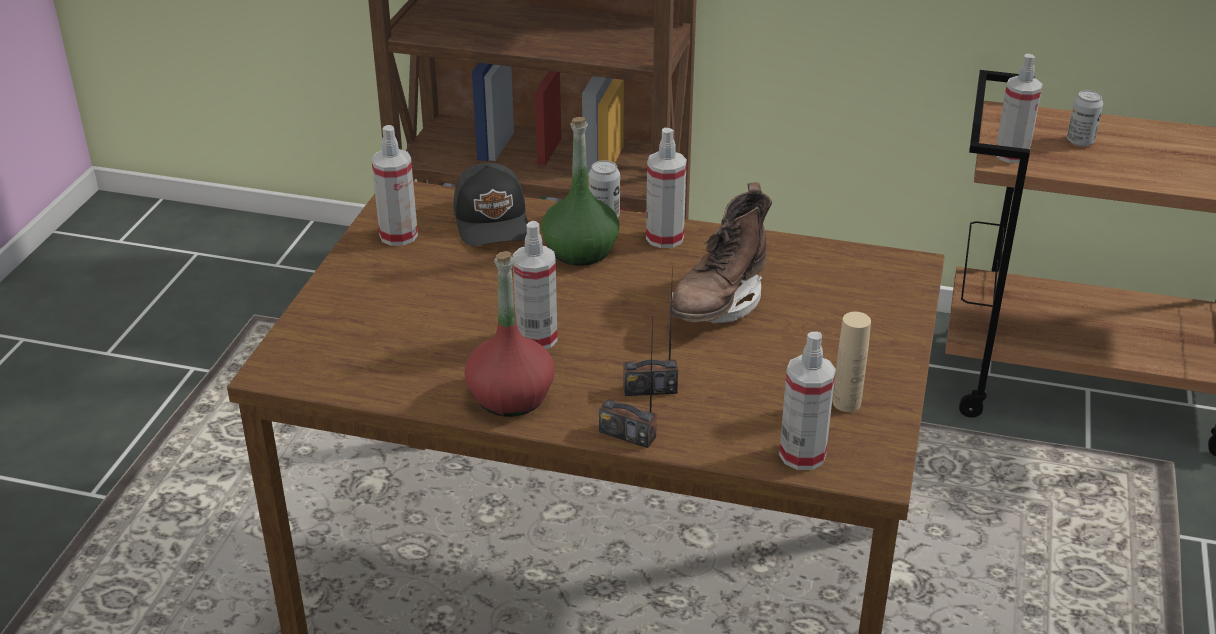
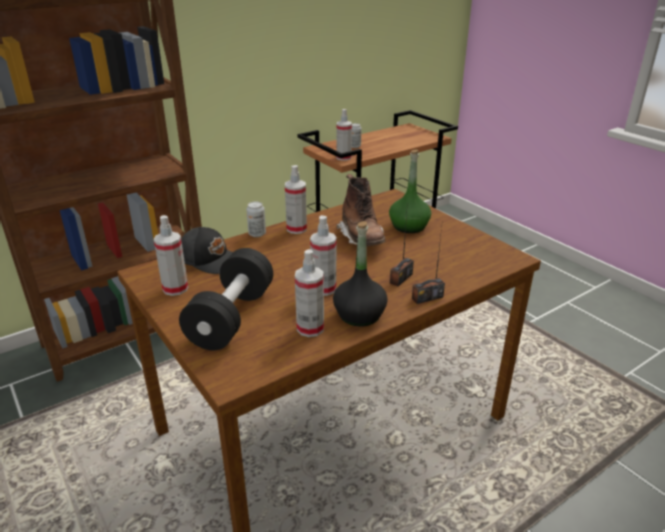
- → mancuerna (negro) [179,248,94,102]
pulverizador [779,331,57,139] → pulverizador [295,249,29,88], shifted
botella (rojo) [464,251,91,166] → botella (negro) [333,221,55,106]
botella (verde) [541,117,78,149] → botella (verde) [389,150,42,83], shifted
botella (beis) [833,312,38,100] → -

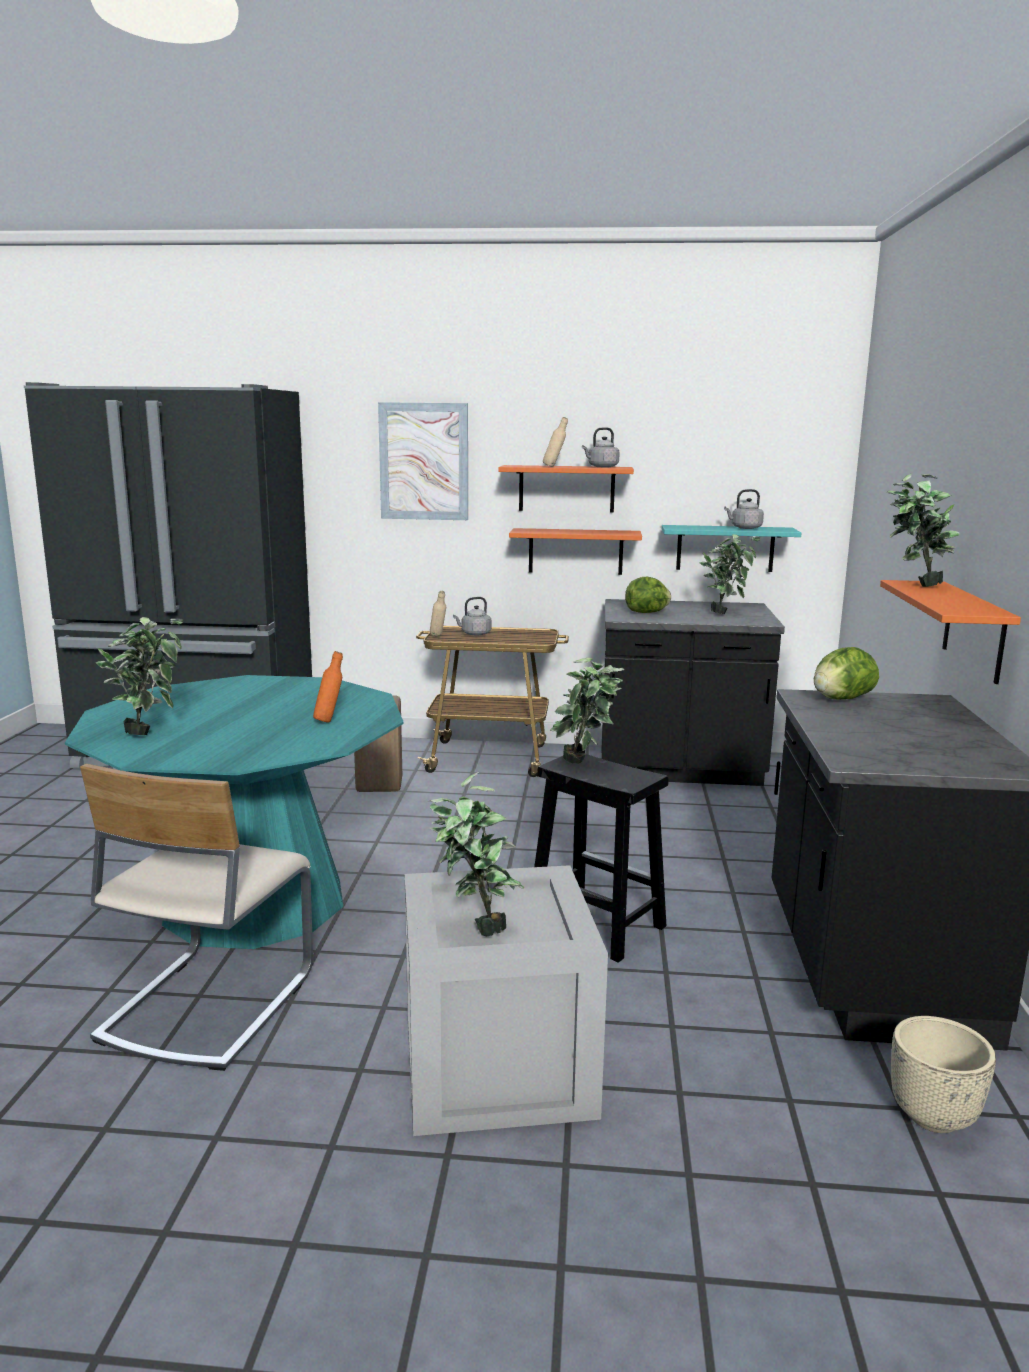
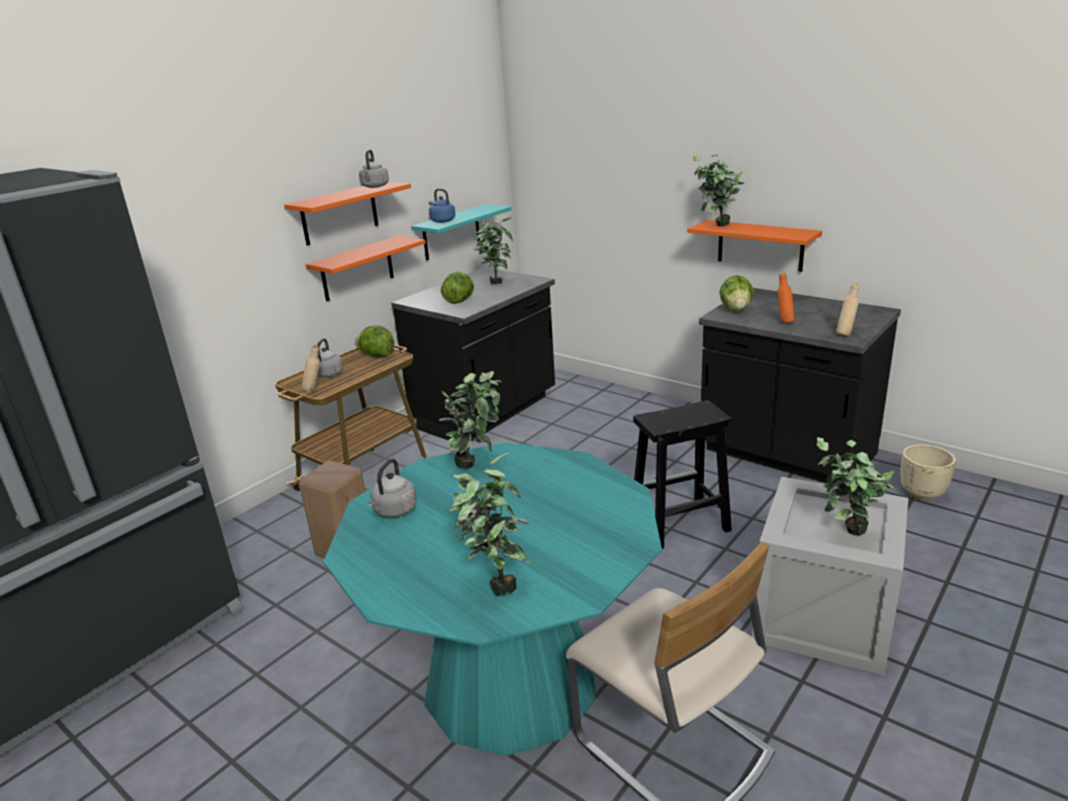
- → lechuga [355,325,39,32]
hervidor (gris) [724,489,40,40] → hervidor (gris) [368,459,49,59], shifted
- → hervidor (azul) [429,189,26,34]
planta en maceta [550,657,74,107] → planta en maceta [439,371,63,98], shifted
botella (naranja) [313,651,30,72] → botella (naranja) [777,273,18,50], shifted
botella (beis) [543,417,25,50] → botella (beis) [836,283,23,53], shifted
cuadro [378,402,90,118] → -

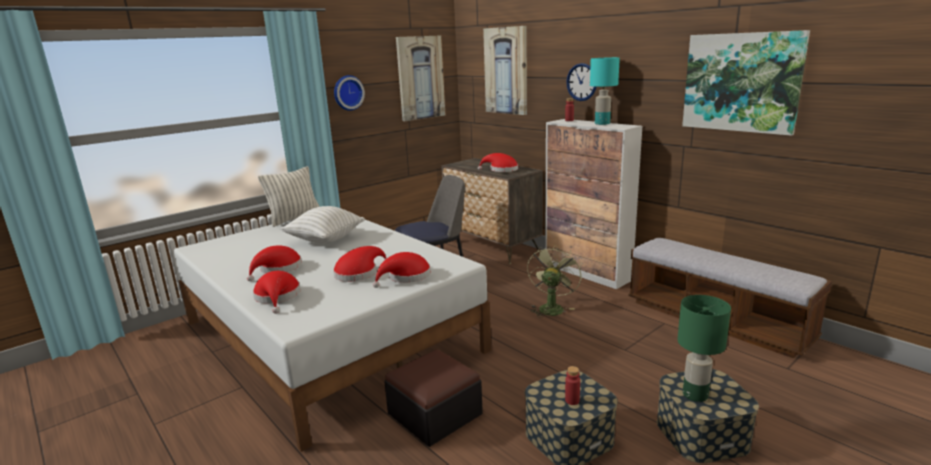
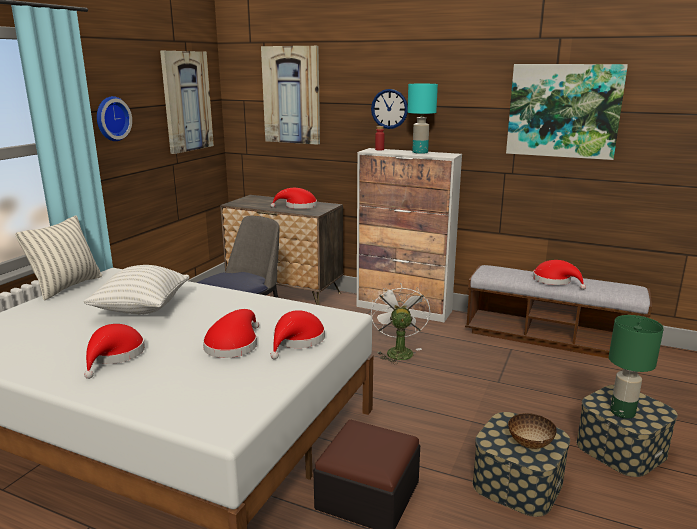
ventilador (verde) [527,245,55,73] → ventilador (blanco) [371,283,59,81]
botella (rojo) [565,366,15,39] → cuenco [508,413,49,36]
sombrero (rojo) [253,271,48,43] → sombrero (rojo) [533,260,53,30], shifted

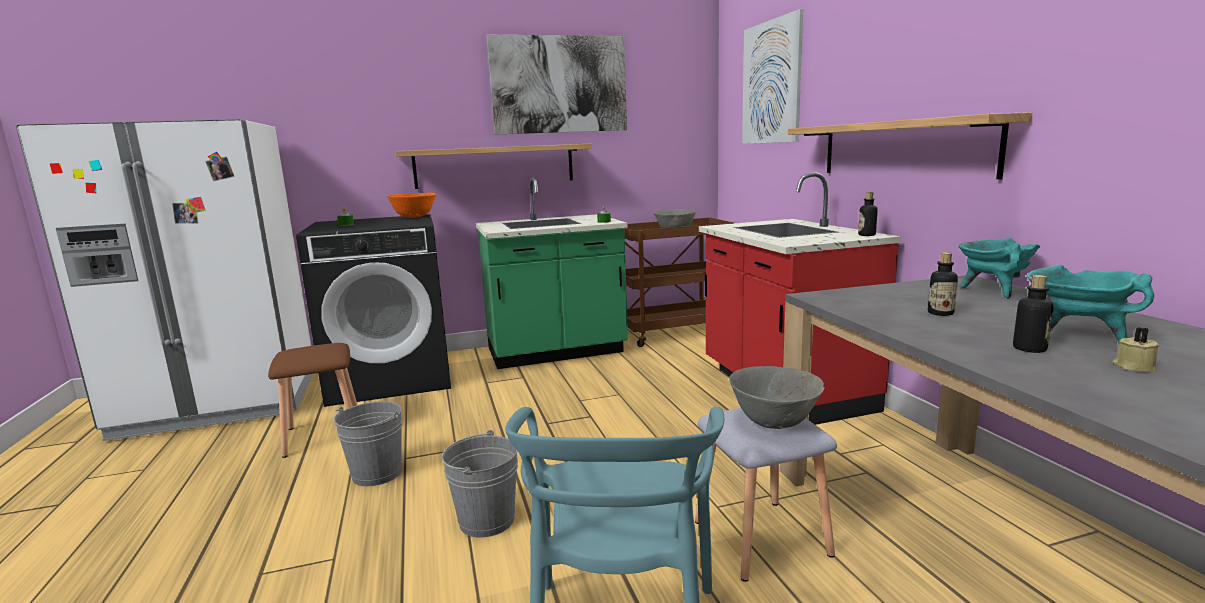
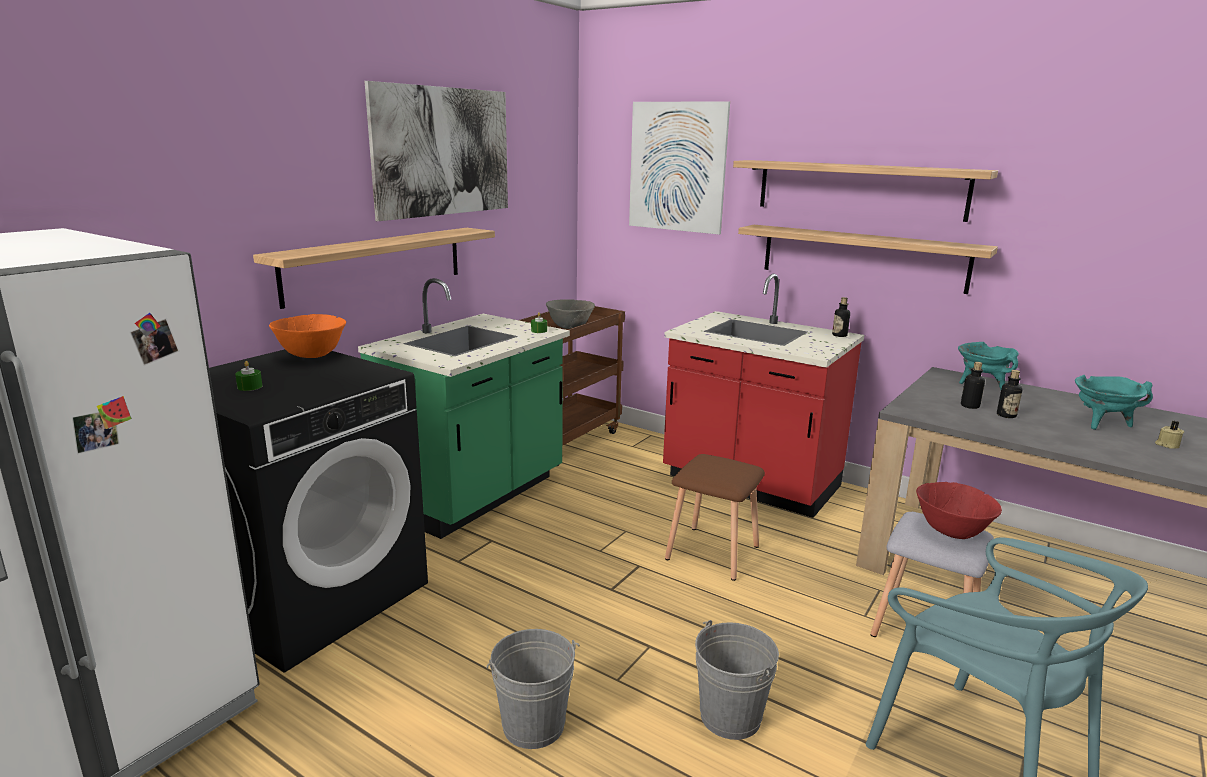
taburete (marrón) [268,343,89,115] → taburete (marrón) [665,454,100,127], shifted
- → estante [733,160,265,62]
cuenco (gris) [729,366,96,63] → cuenco (rojo) [916,482,86,57]
botella [1013,275,41,78] → botella [961,362,24,47], shifted

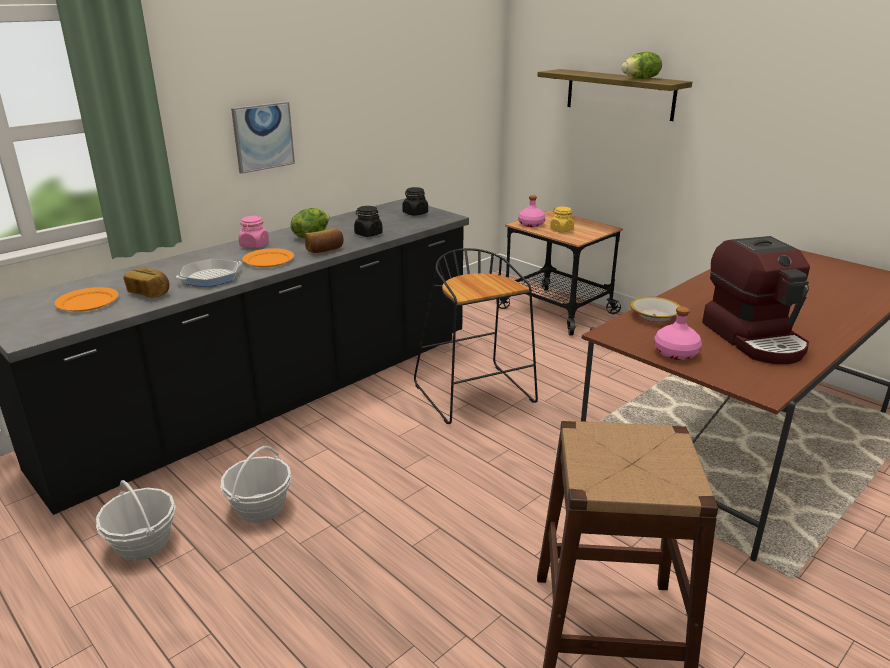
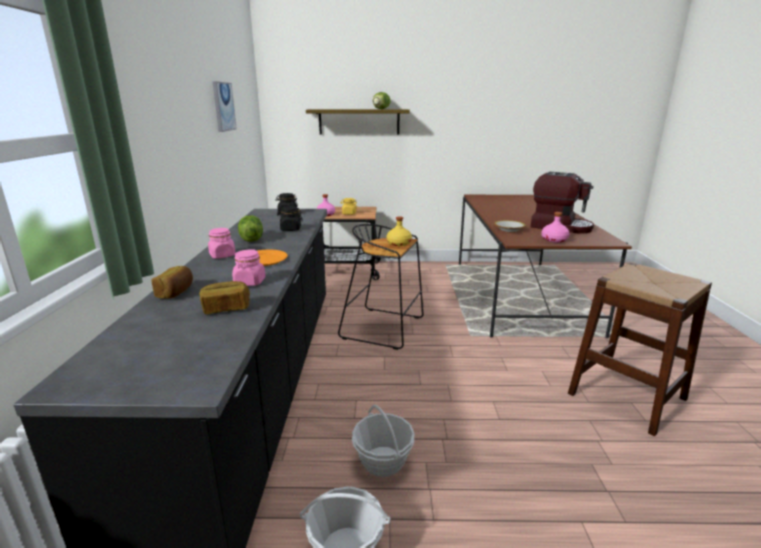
pan [305,228,39,25] → pan [152,266,41,33], shifted
cuadro [231,101,64,73] → cuadro [212,81,25,51], shifted
sartén [176,259,66,28] → tarro (rosa) [232,249,34,37]
- → botella (amarillo) [387,216,25,30]
plato (naranja) [55,287,64,25] → -

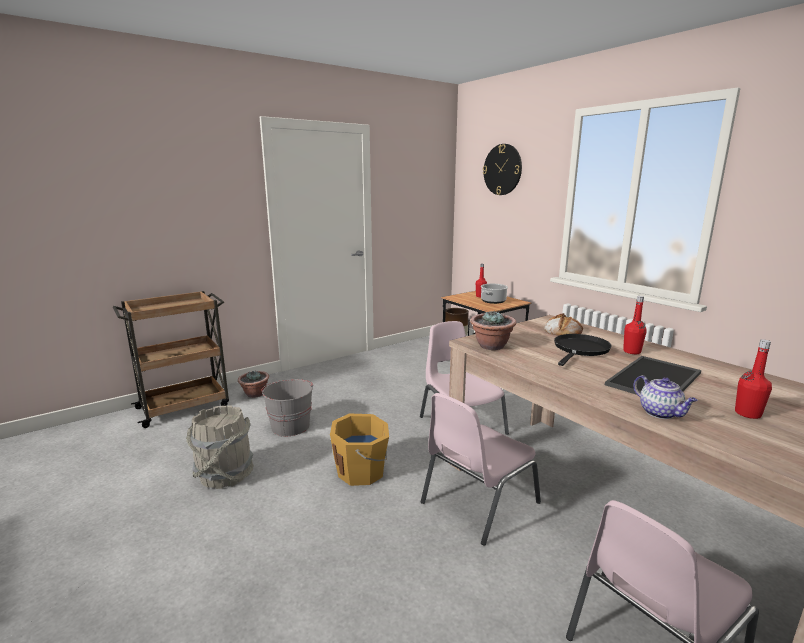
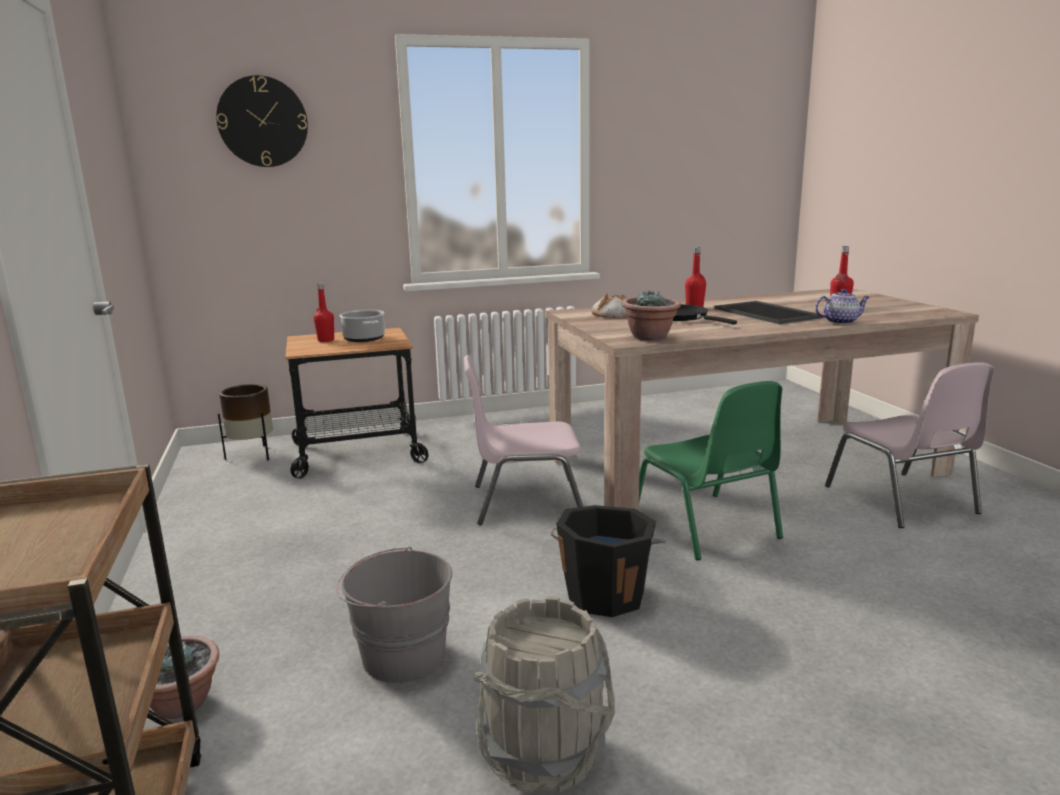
cubo (naranja) [330,414,59,72] → cubo (negro) [551,505,115,112]
silla (rosa) [421,393,120,153] → silla (verde) [639,381,144,179]

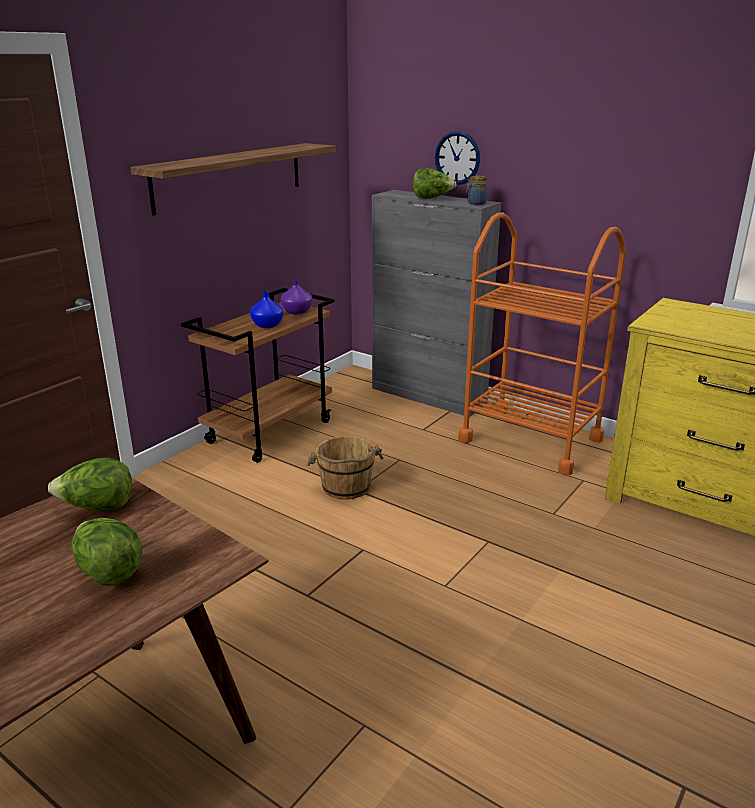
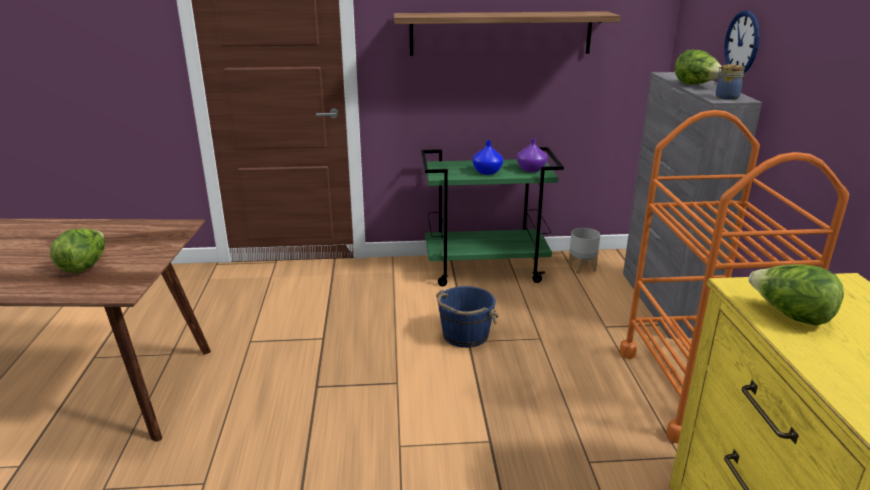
carrito (marrón) [181,288,154,175] → carrito (verde) [421,147,143,139]
cubo (marrón) [307,436,77,63] → cubo (azul) [436,286,63,62]
- → maceta (gris) [568,228,32,46]
lechuga [48,458,84,53] → lechuga [748,264,96,62], shifted

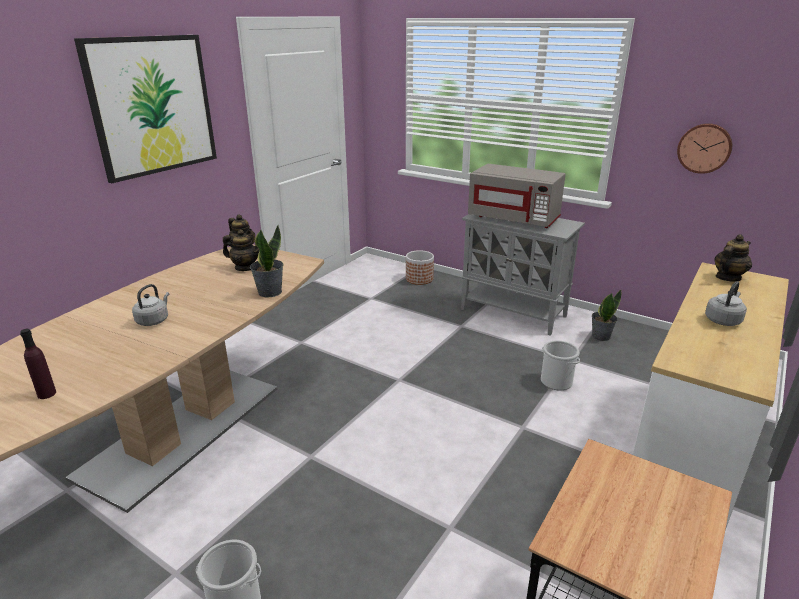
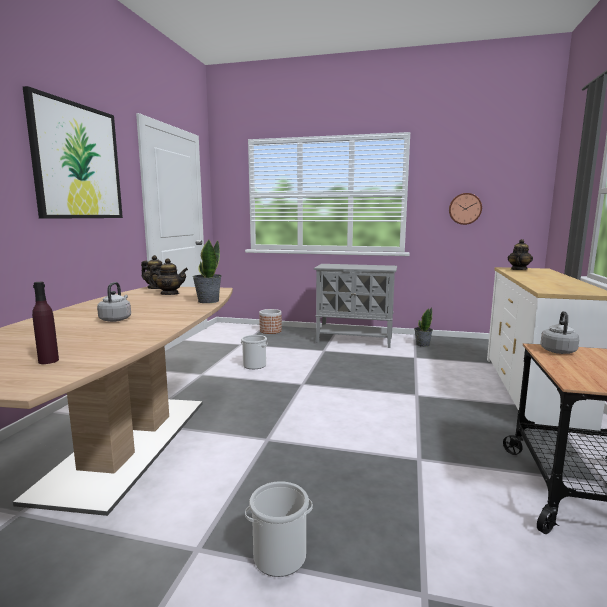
cubo [541,340,39,50] → cubo [241,335,27,34], shifted
hervidor (gris) [705,281,42,45] → hervidor (gris) [540,311,39,43], shifted
microondas (gris) [468,164,98,64] → -

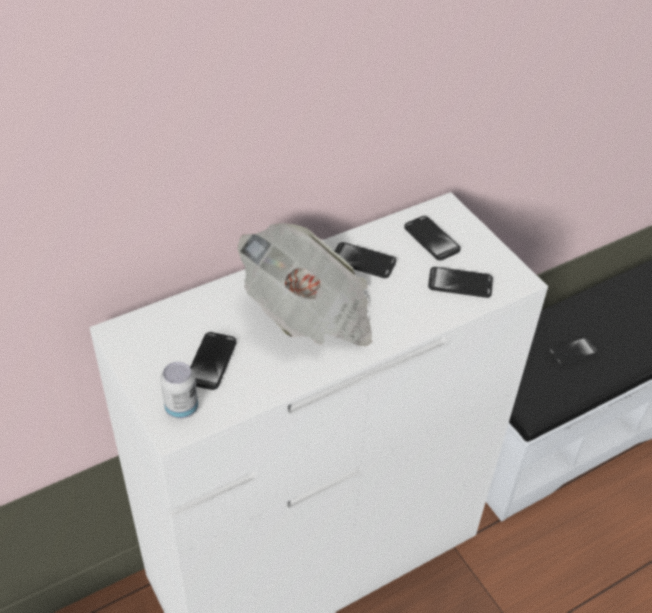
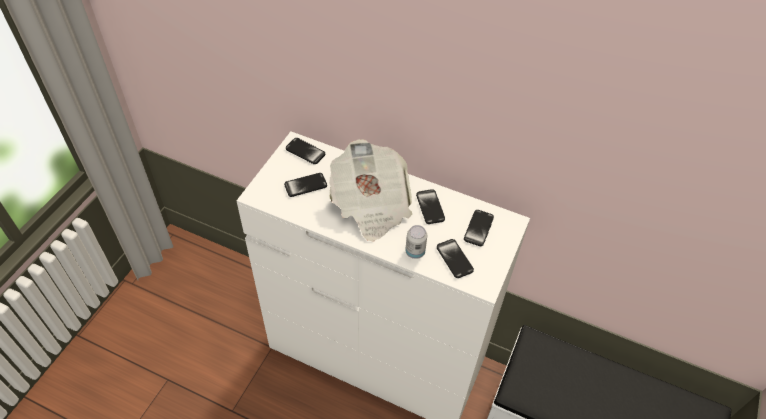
móvil [548,337,50,29] → móvil [286,138,39,26], shifted
lata [160,362,38,57] → lata [405,225,22,34], shifted

